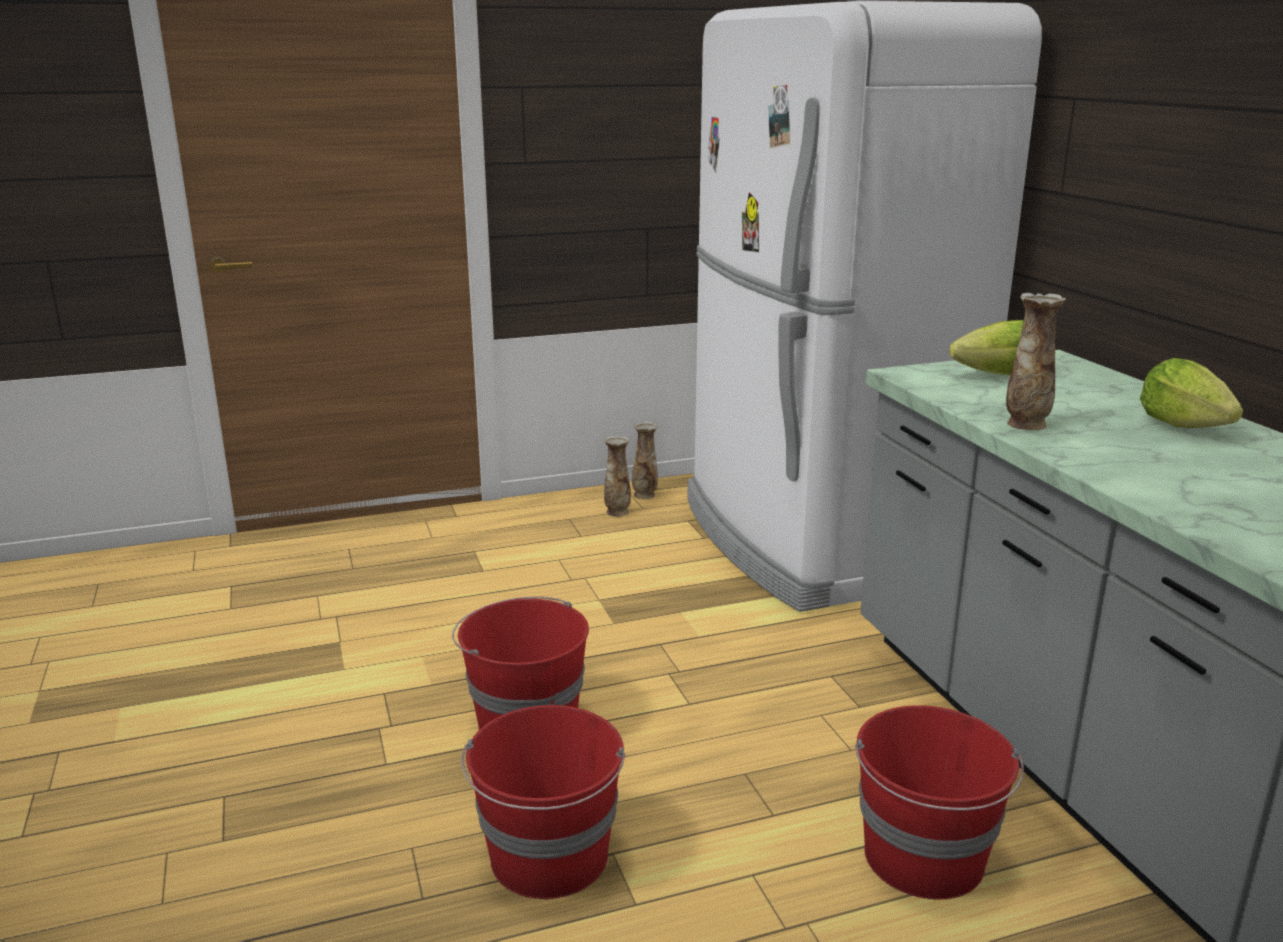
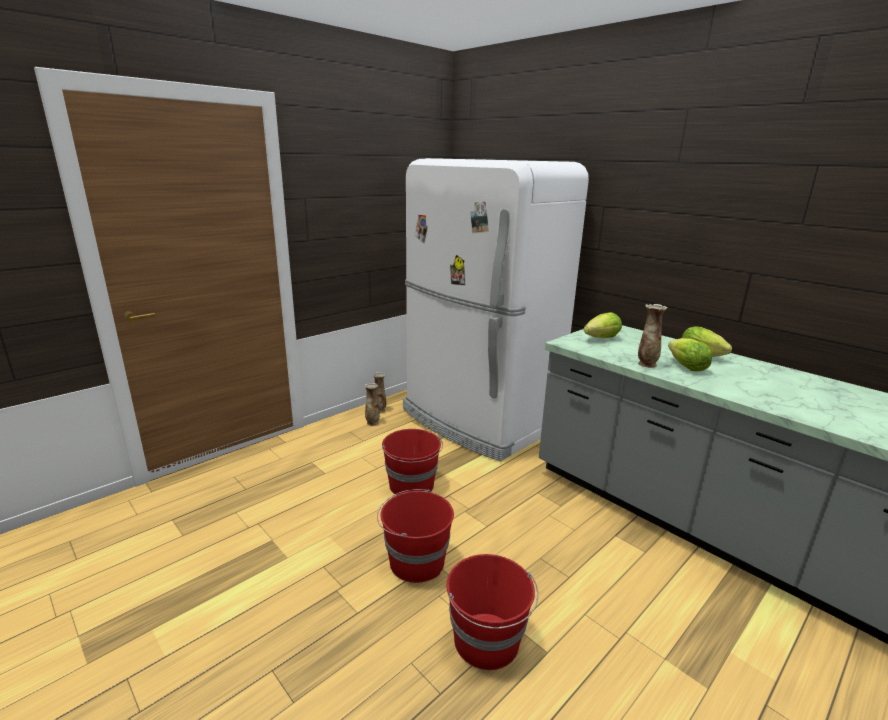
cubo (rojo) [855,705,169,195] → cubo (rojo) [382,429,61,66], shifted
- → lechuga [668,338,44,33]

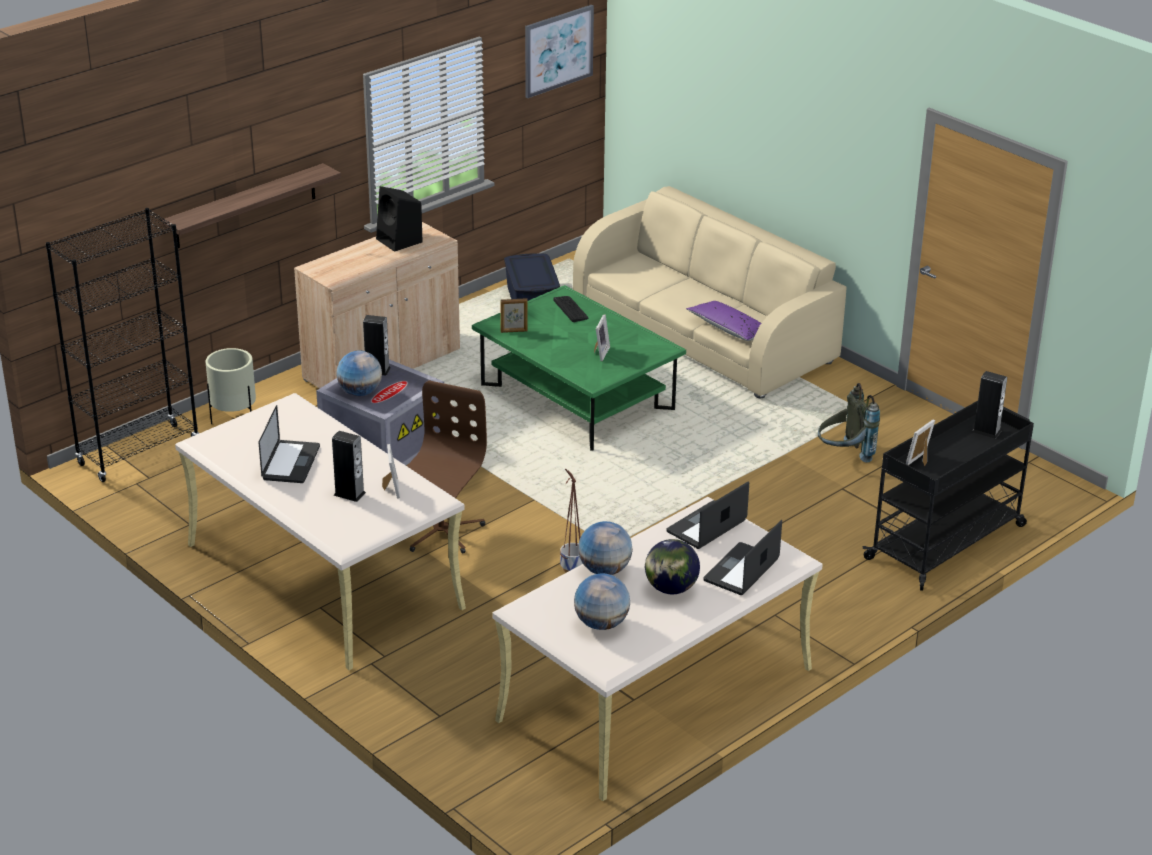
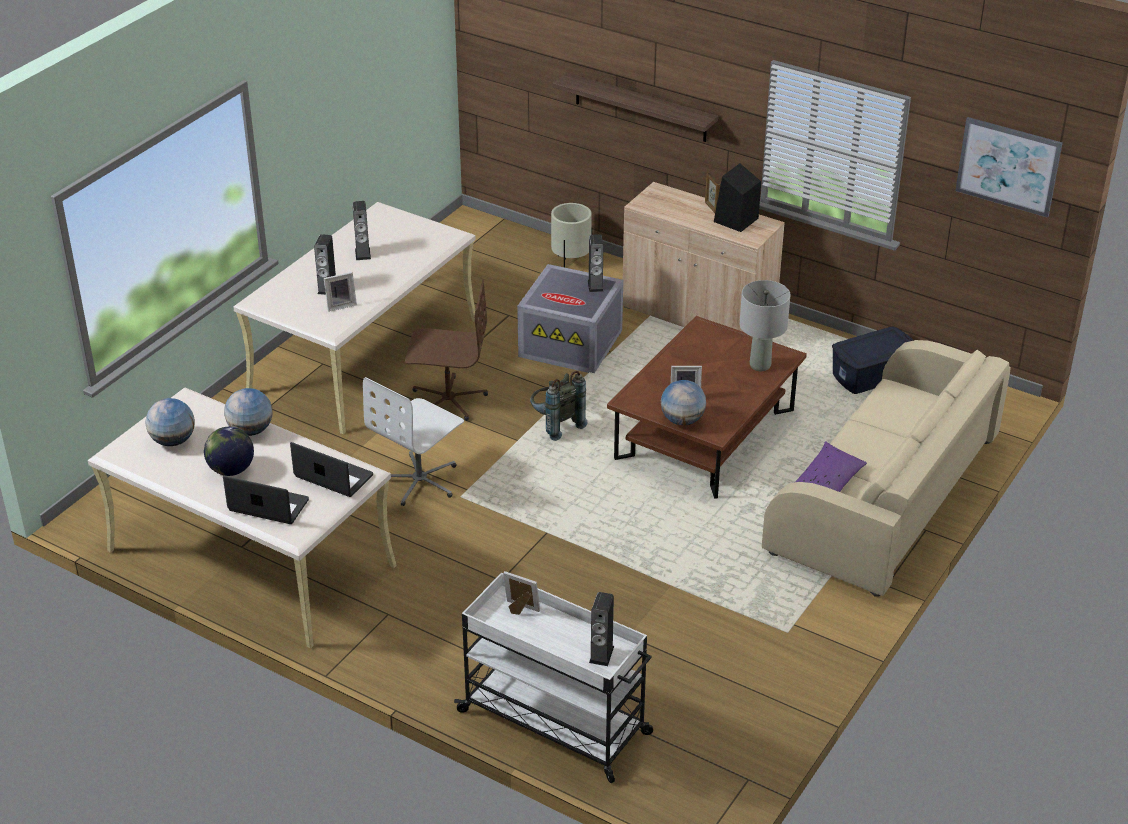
portátil [259,405,61,78] → altavoz [352,201,19,59]
maceta [560,469,23,104] → silla de oficina (blanco) [363,377,101,129]
carrito (negro) [862,401,172,190] → carrito (blanco) [454,572,199,211]
mochila (gris) [818,383,62,80] → mochila (gris) [530,371,58,70], shifted
mesa de centro (verde) [472,285,214,165] → mesa de centro (marrón) [607,316,200,183]
globo terráqueo [336,351,46,45] → globo terráqueo [661,380,45,45], shifted
portarretratos [500,298,28,35] → portarretratos [705,173,15,40], shifted
teclado [553,296,35,26] → lámpara de mesa (gris) [740,280,50,91]
estantería (negro) [46,208,153,274] → -

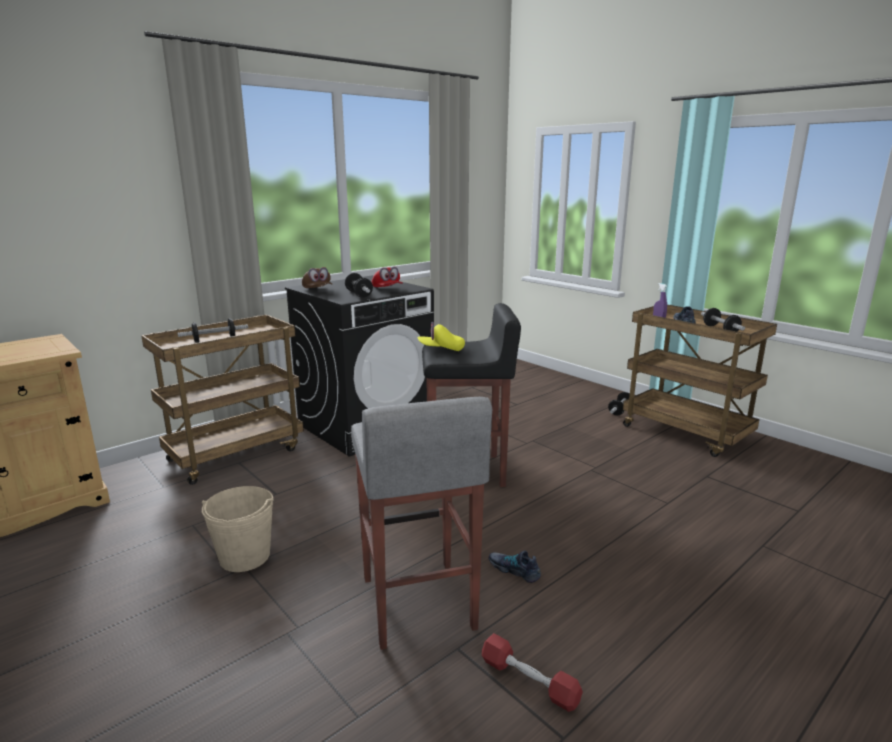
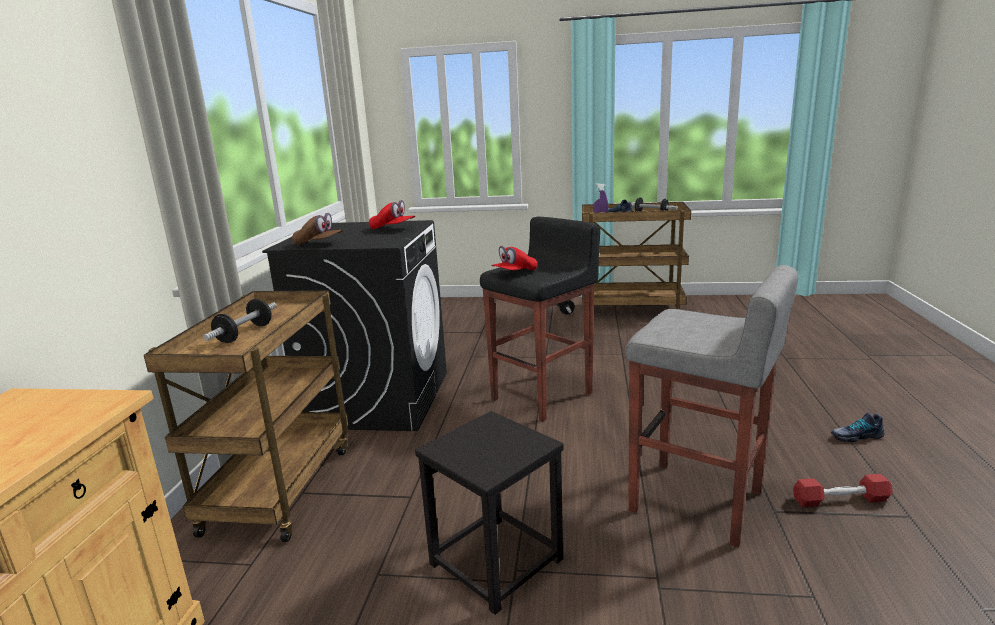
cubo (beis) [202,486,72,86] → taburete (negro) [415,411,149,204]
gorra (amarillo) [418,322,47,29] → gorra (rojo) [491,246,46,24]
zapato [489,550,52,33] → zapato [831,413,54,29], shifted
mancuerna [345,273,28,25] → -

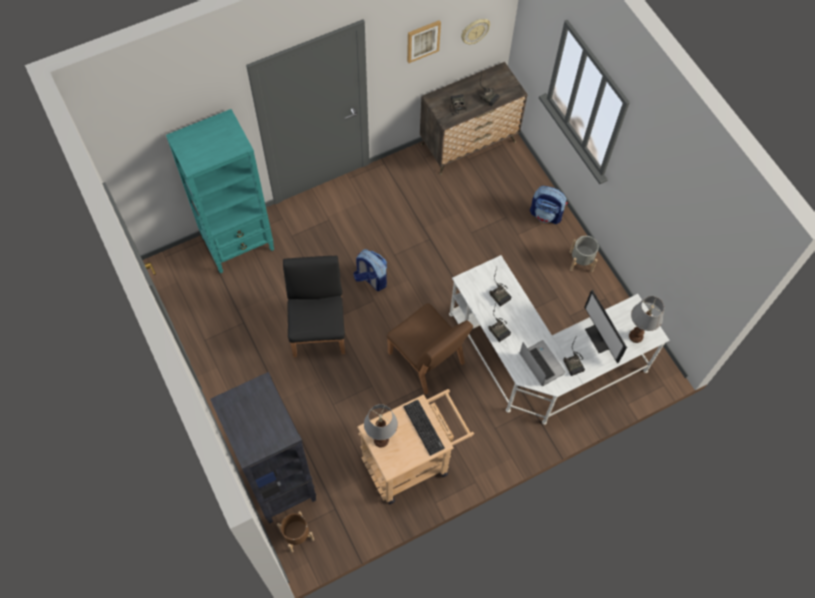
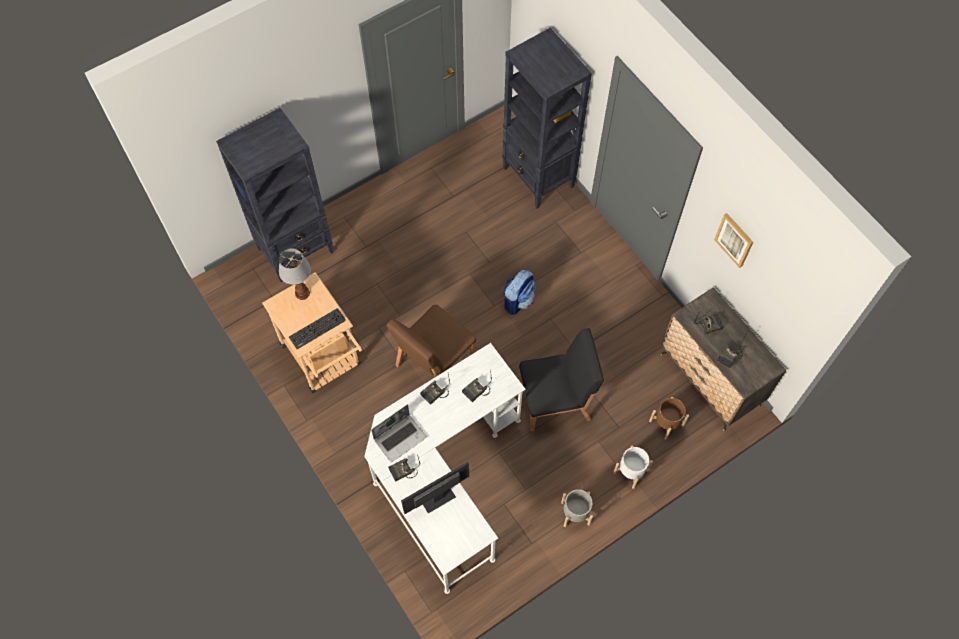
estantería (turquesa) [166,109,108,164] → estantería (negro) [502,28,90,181]
silla (negro) [283,256,62,101] → silla (negro) [519,328,85,103], shifted
mochila [530,186,38,38] → maceta (blanco) [613,445,40,44]
maceta (marrón) [277,511,37,42] → maceta (marrón) [649,397,40,43], shifted
reloj de pared [461,19,29,26] → -
lámpara de mesa [629,296,35,47] → -

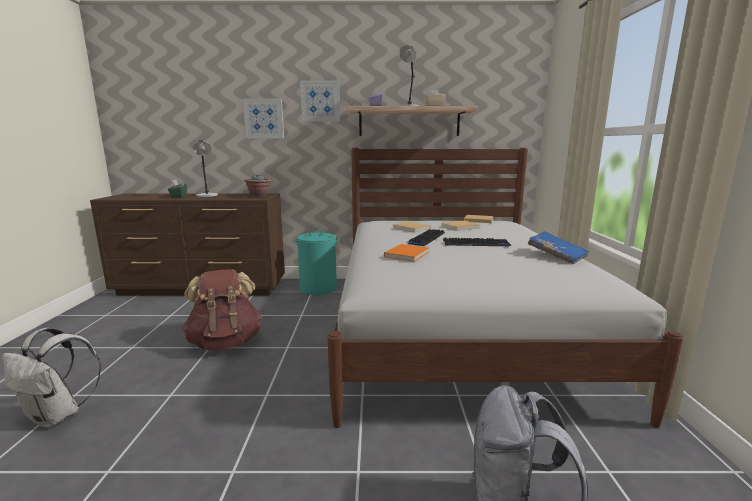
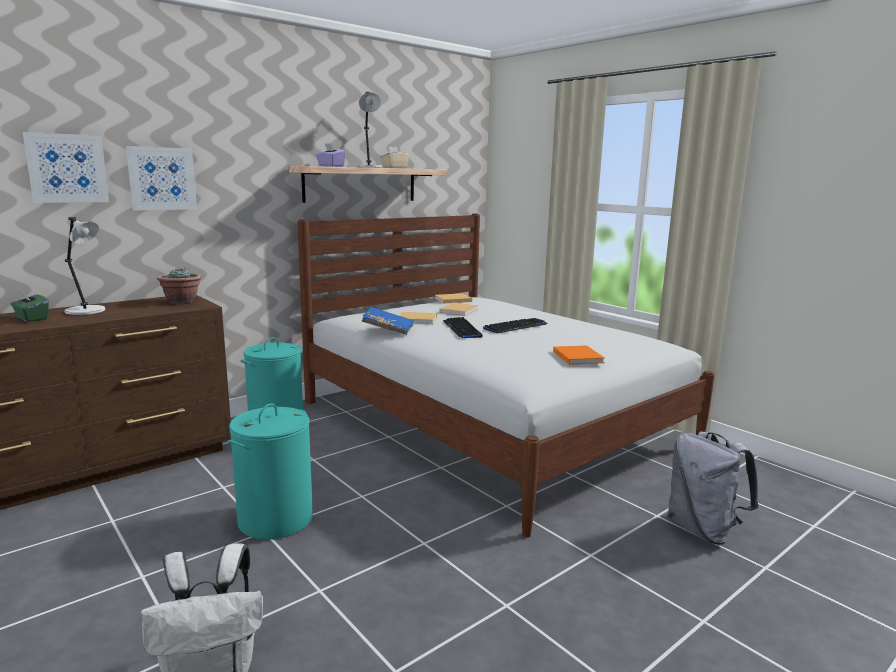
cuadro [300,81,40,41] → cuadro [23,132,86,71], shifted
mochila (marrón) [182,269,80,82] → cesto de la ropa (turquesa) [228,404,85,136]
libro (azul) [528,231,62,33] → libro (azul) [362,307,52,28], shifted
libro (naranja) [384,244,45,18] → libro (naranja) [553,345,51,20], shifted

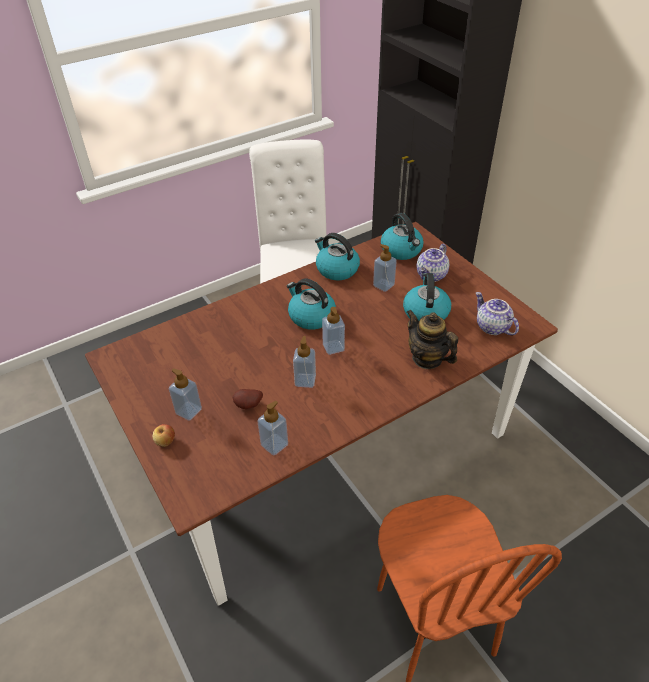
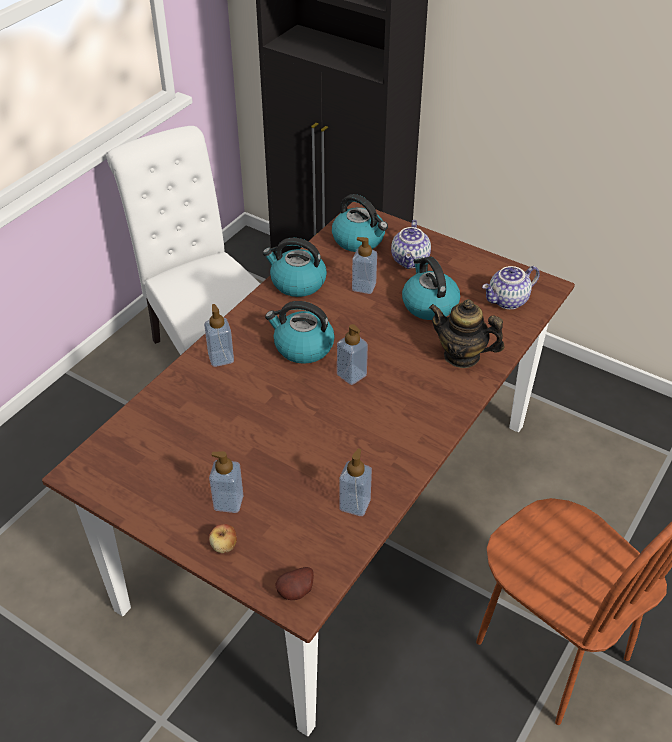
dispensador de jabón [293,336,23,52] → dispensador de jabón [204,304,30,63], shifted
patata [232,389,31,20] → patata [276,567,38,33], shifted
tetera [476,292,43,44] → tetera [482,266,58,43], 60 degrees counterclockwise

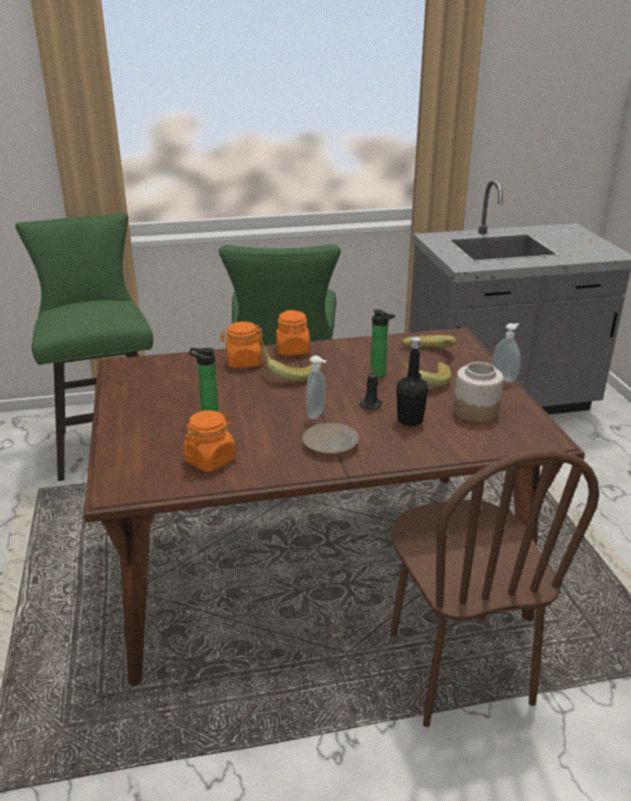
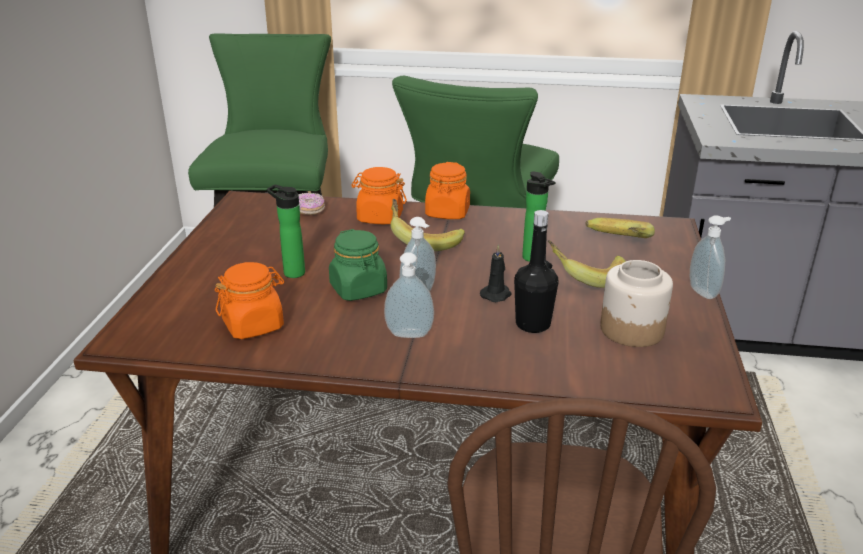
- → rosquilla [298,193,27,22]
- → tarro (verde) [329,229,58,72]
plato (beis) [303,423,56,31] → dispensador de jabón [384,252,50,86]

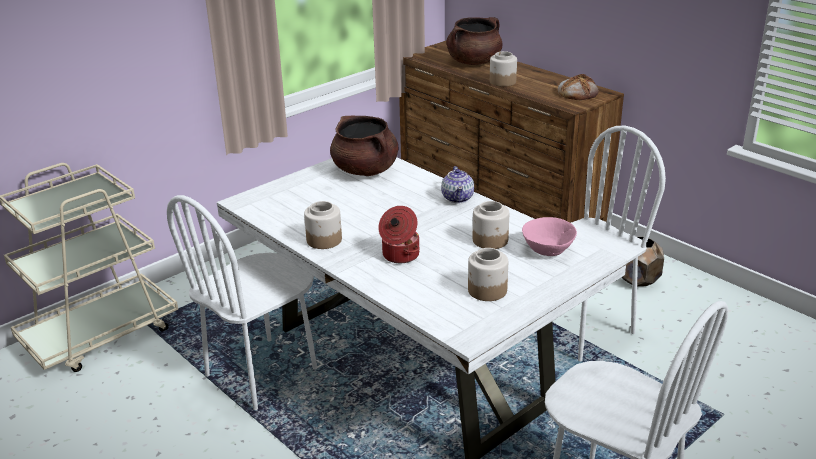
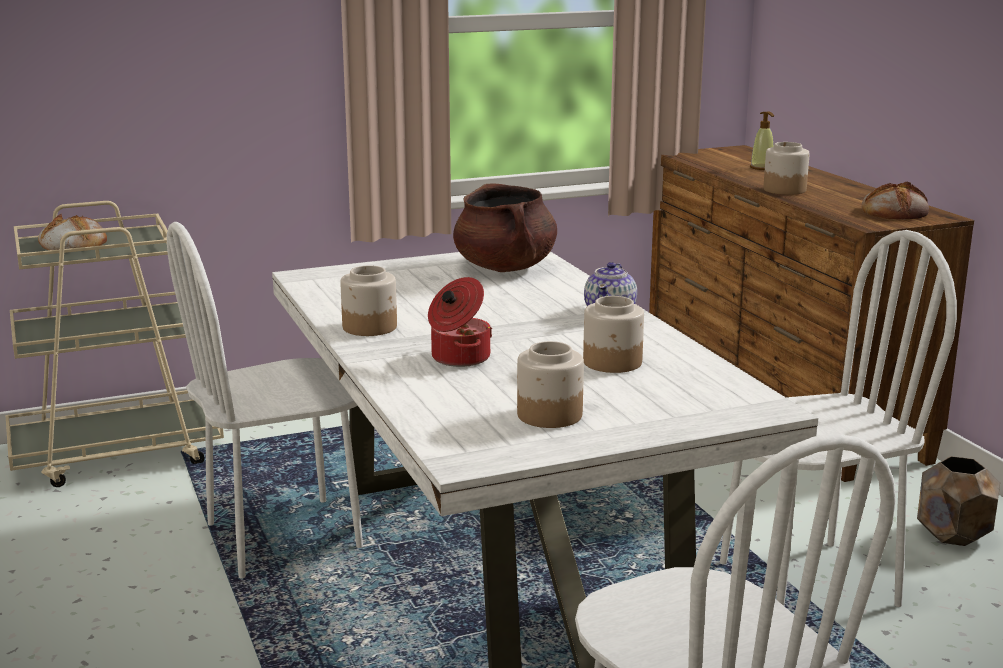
- → pan [38,213,69,37]
olla (marrón) [447,17,55,48] → dispensador de jabón [750,111,24,59]
cuenco (rosa) [522,217,55,39] → -

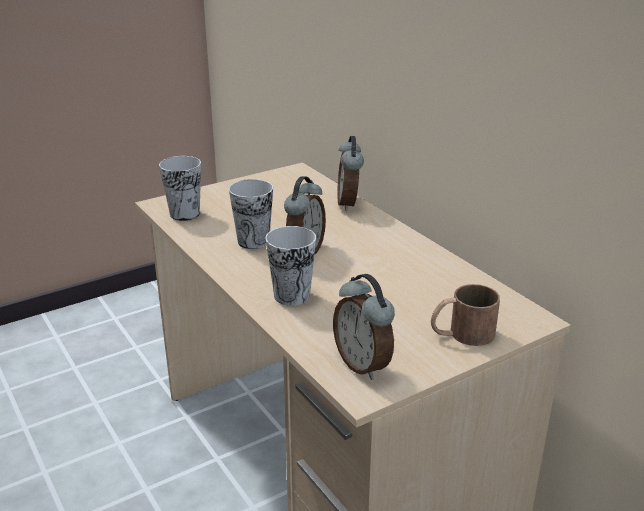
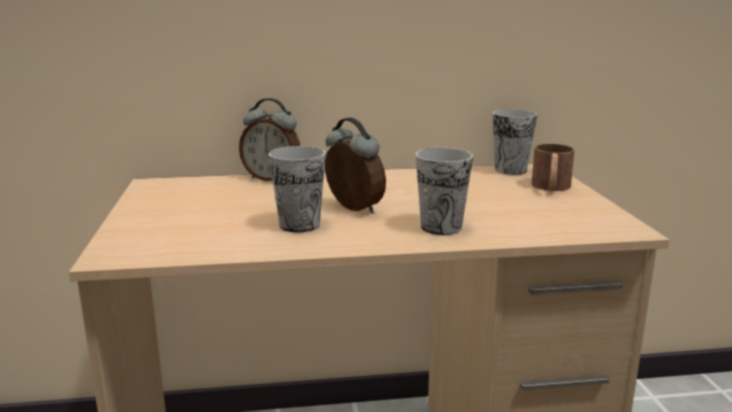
taza [159,156,42,65] → taza [493,109,44,66], shifted
despertador [333,274,62,106] → -

